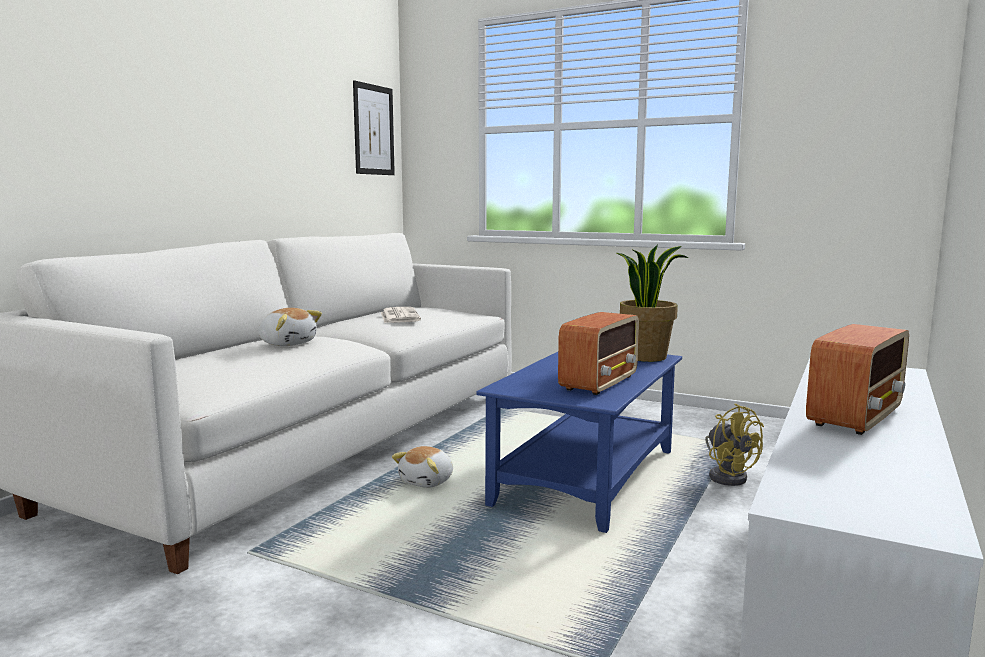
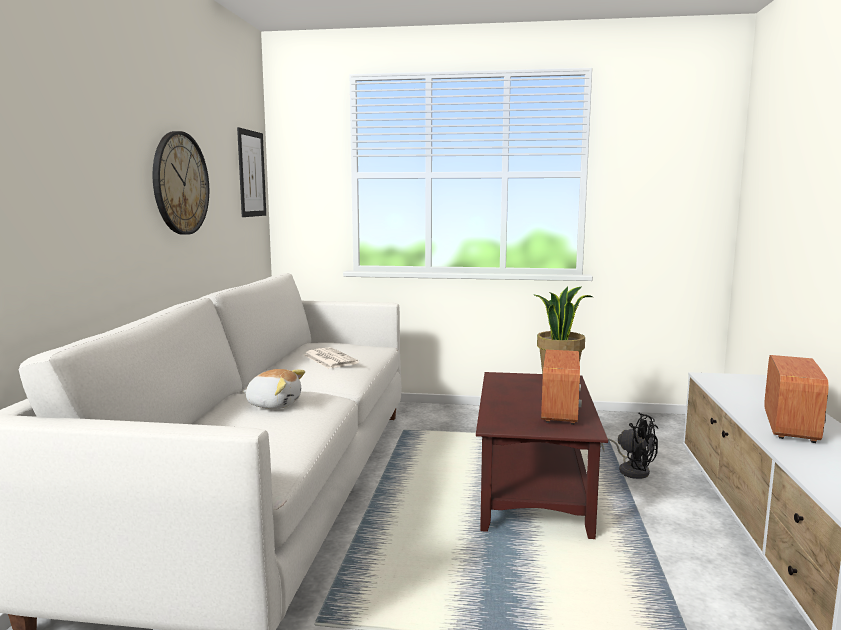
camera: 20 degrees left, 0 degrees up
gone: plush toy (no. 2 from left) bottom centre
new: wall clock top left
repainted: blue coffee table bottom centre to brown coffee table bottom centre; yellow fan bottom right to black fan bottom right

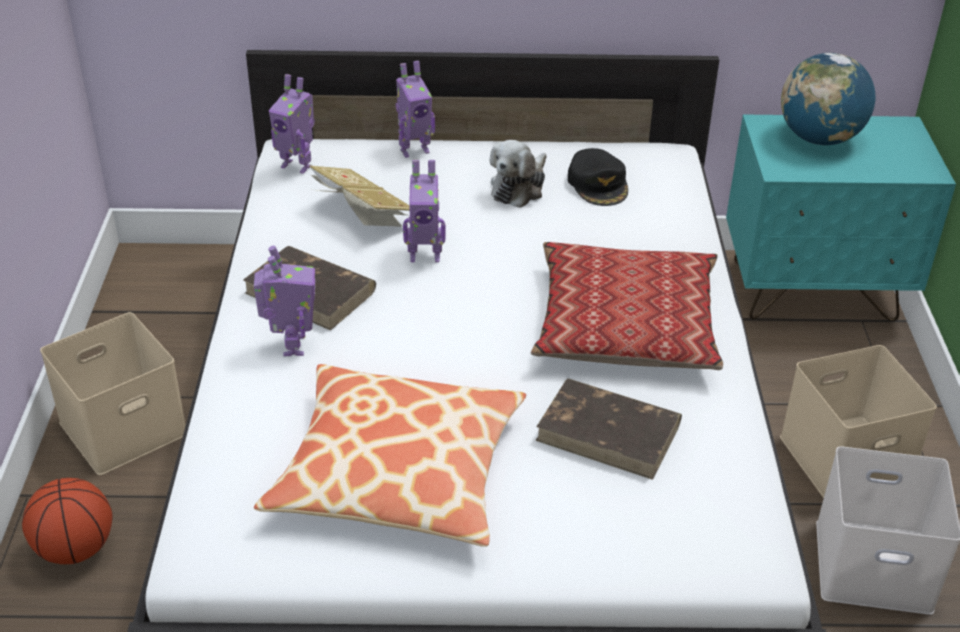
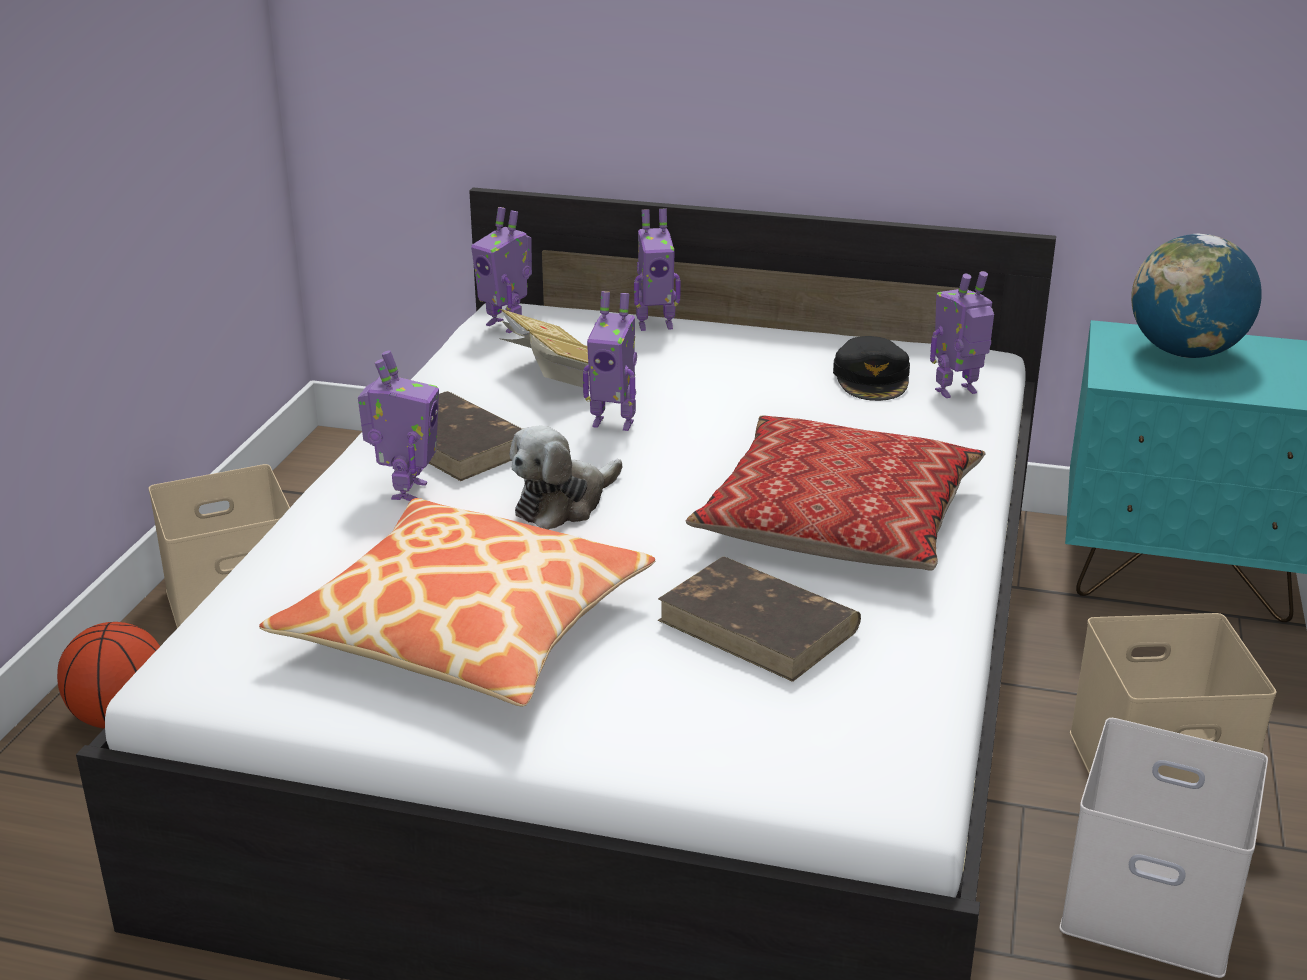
camera: 15 degrees right, 10 degrees down
new: toy robot (no. 5 from left) middle right
shifted: plush toy top centre to centre

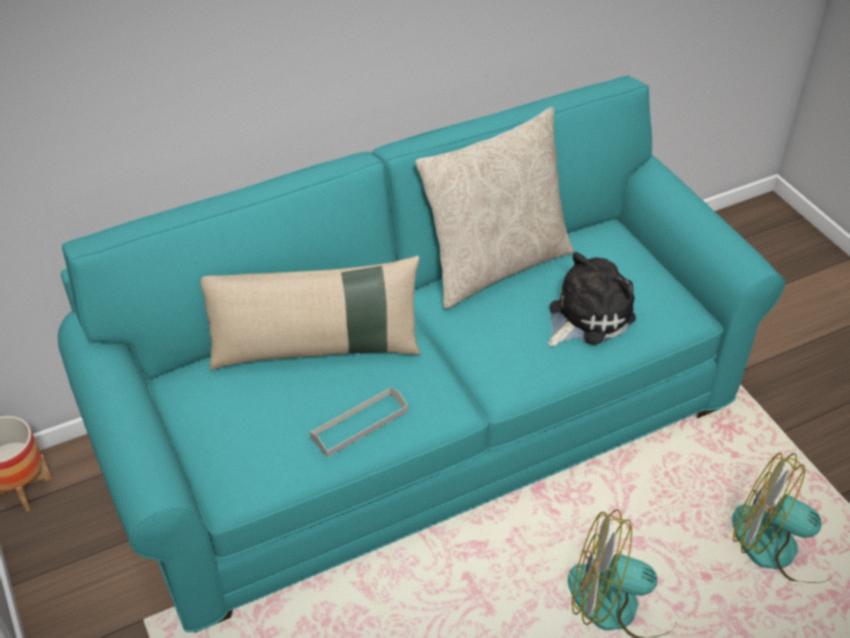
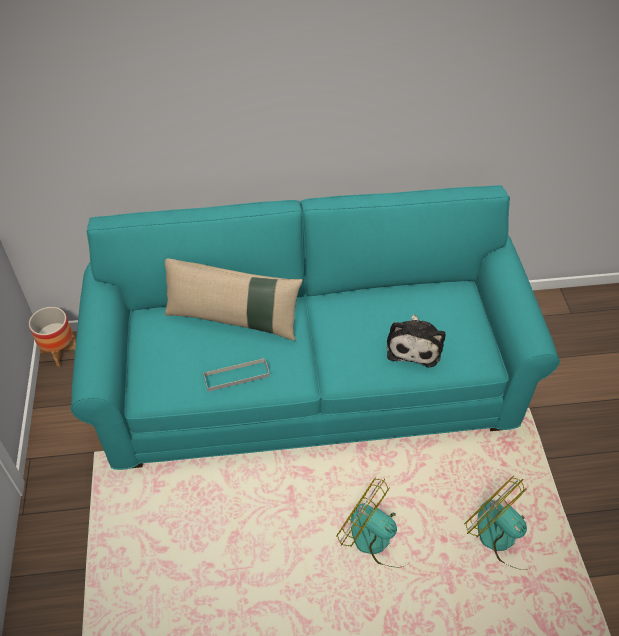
camera: 20 degrees right, 5 degrees up
gone: beige pillow (no. 2 from left) top centre
rotated: plush toy middle right = middle right 120 degrees clockwise

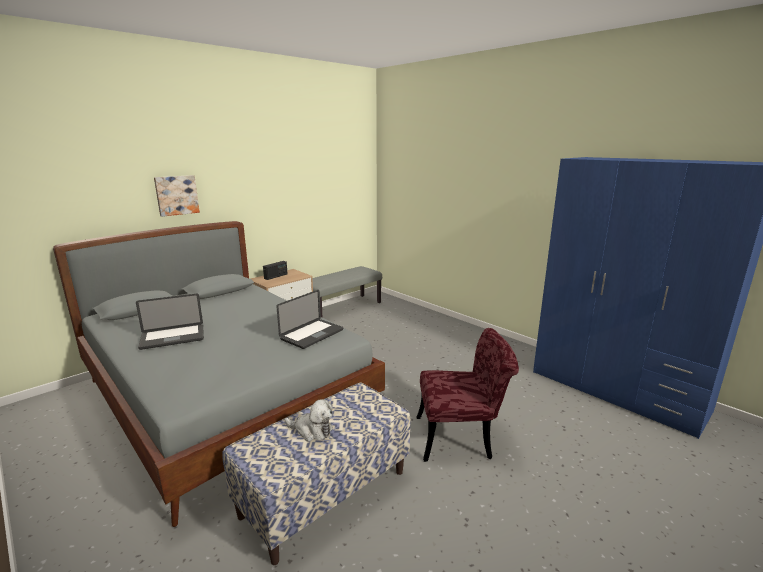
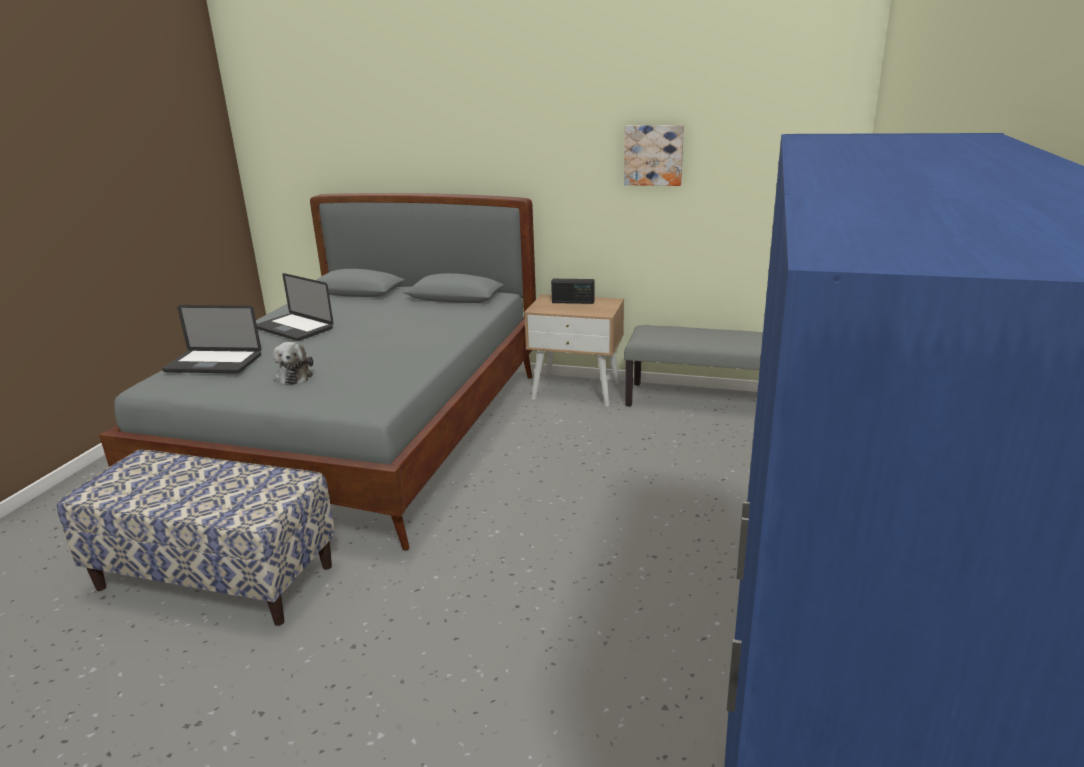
camera: 60 degrees right, 5 degrees up
gone: red chair bottom centre
shifted: picture middle left to top centre; laptop (no. 2 from left in the first image) centre to laptop (no. 1 from left) middle left; plush toy bottom centre to middle left

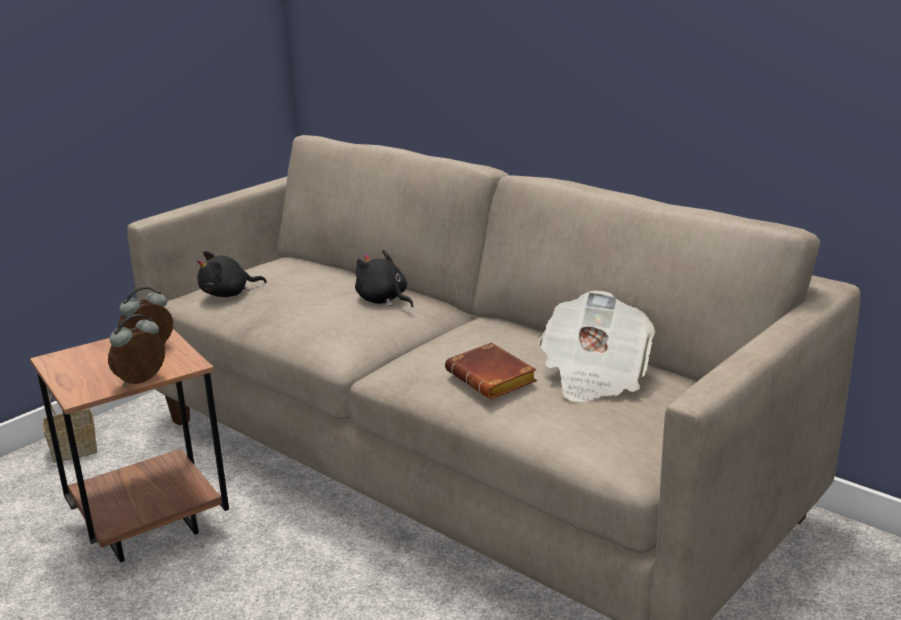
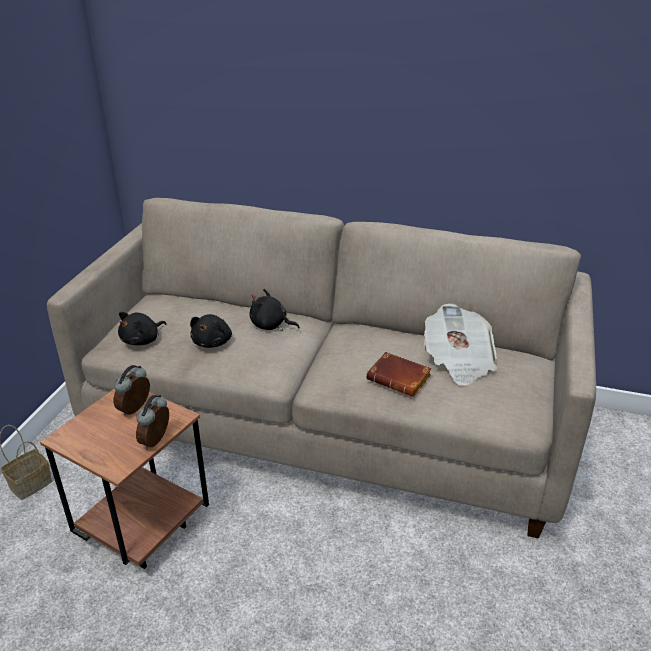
camera: 25 degrees left, 10 degrees up
new: black plush toy (no. 2 from left) middle left

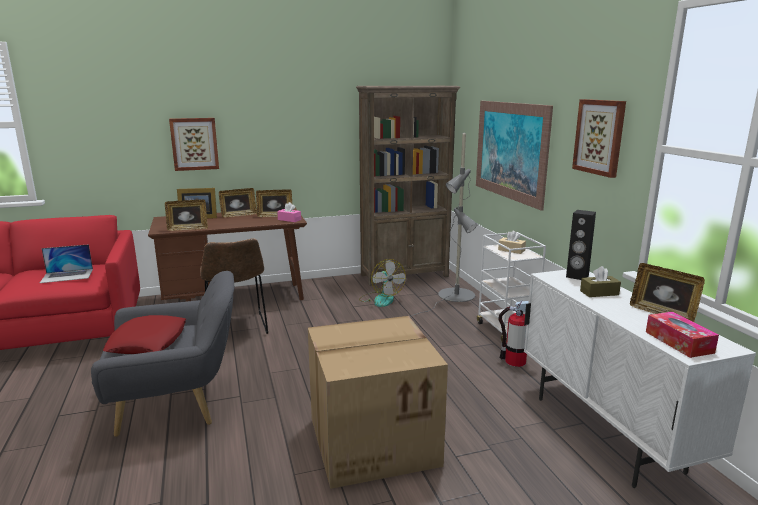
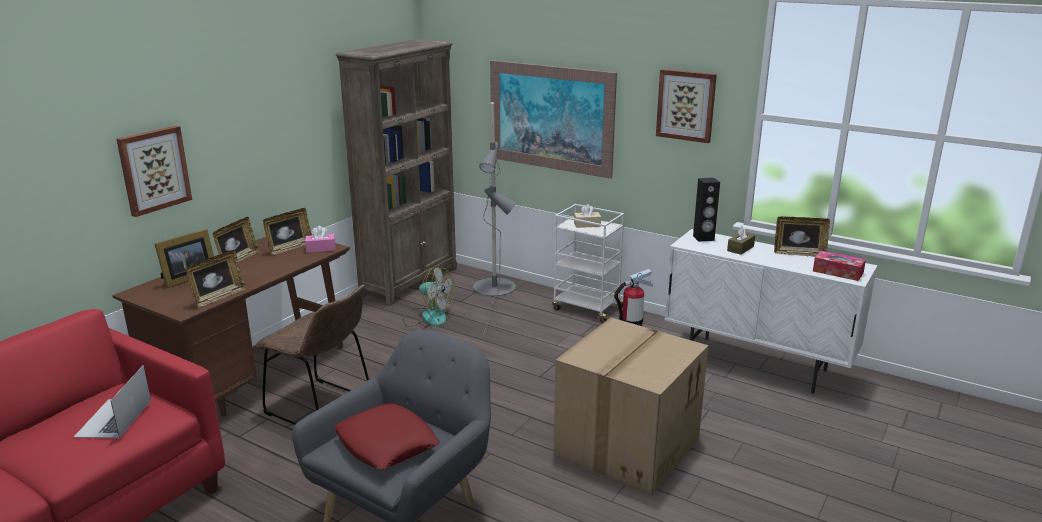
camera: 40 degrees left, 5 degrees up
rotated: laptop middle left = bottom left 150 degrees clockwise

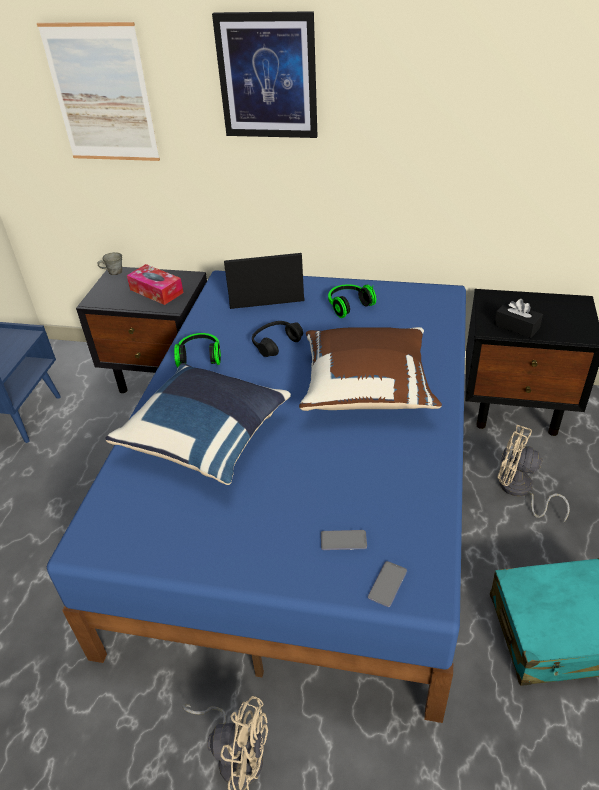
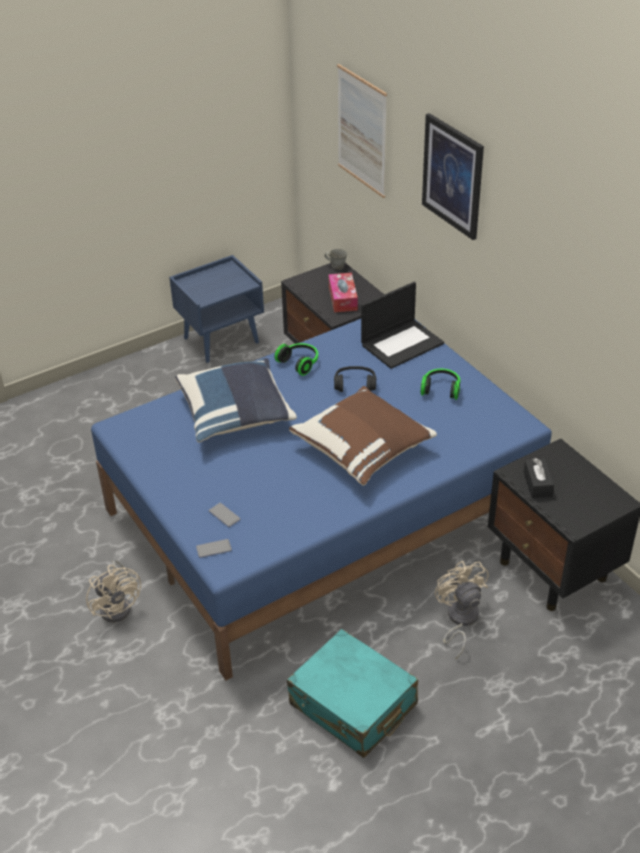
camera: 45 degrees right, 0 degrees up
rotated: laptop centre = centre 105 degrees clockwise

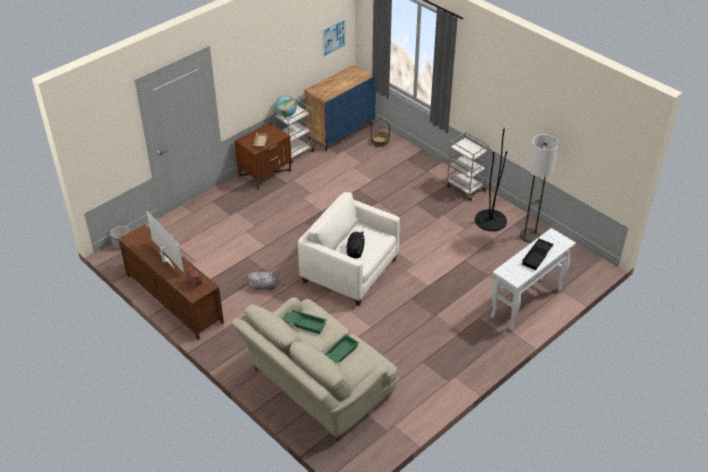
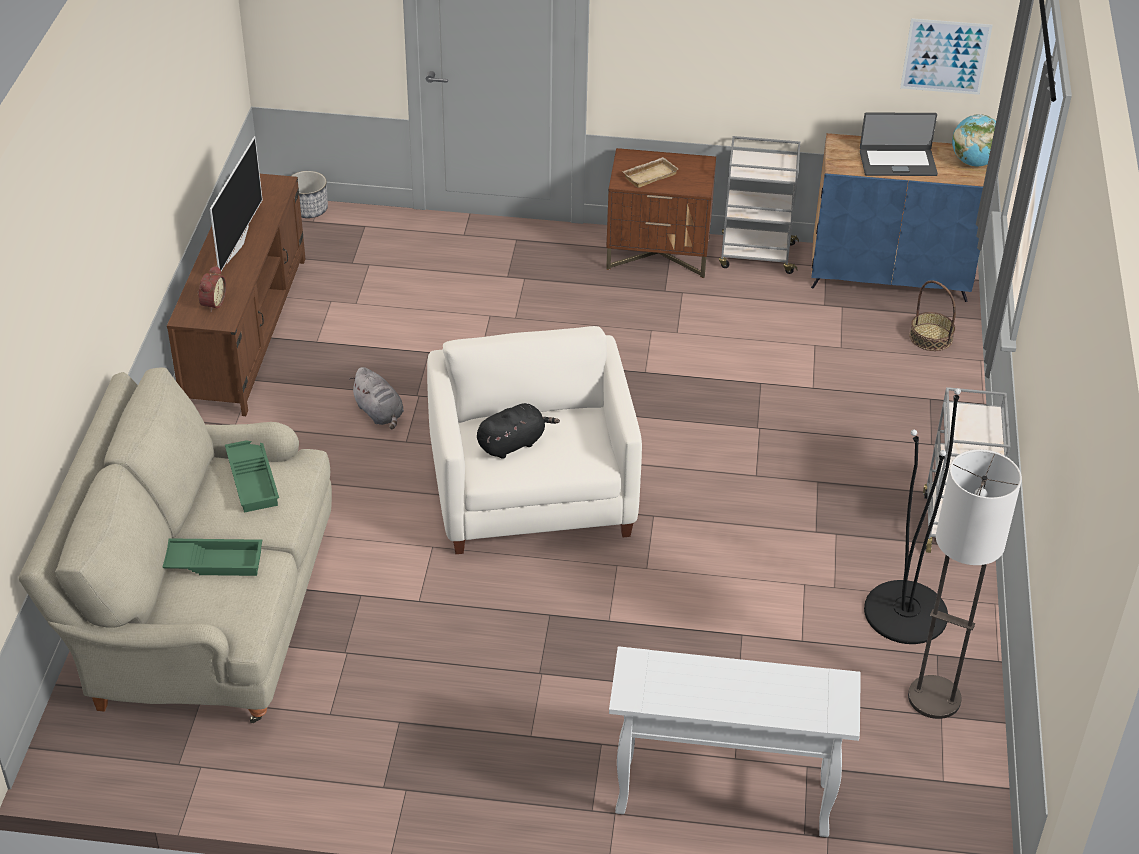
camera: 50 degrees right, 0 degrees up
gone: black tray middle right
new: laptop top right
shifted: globe top centre to top right

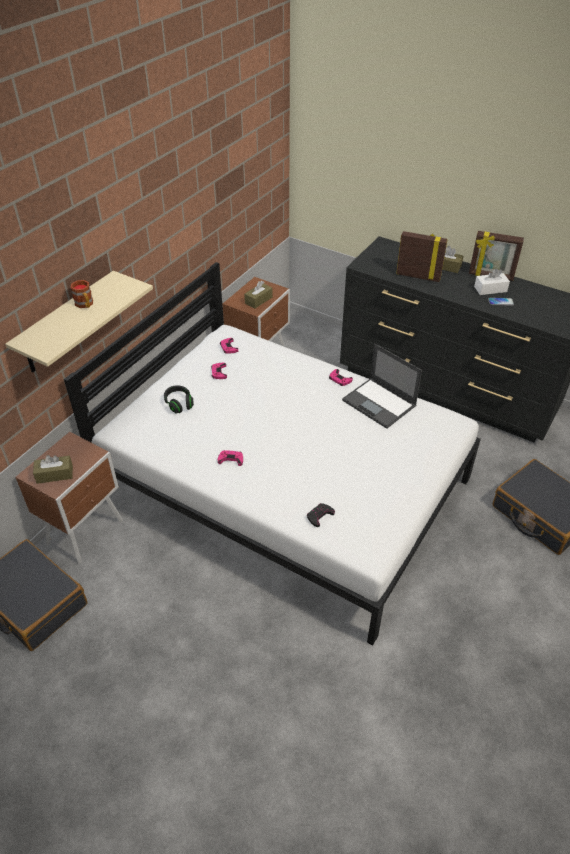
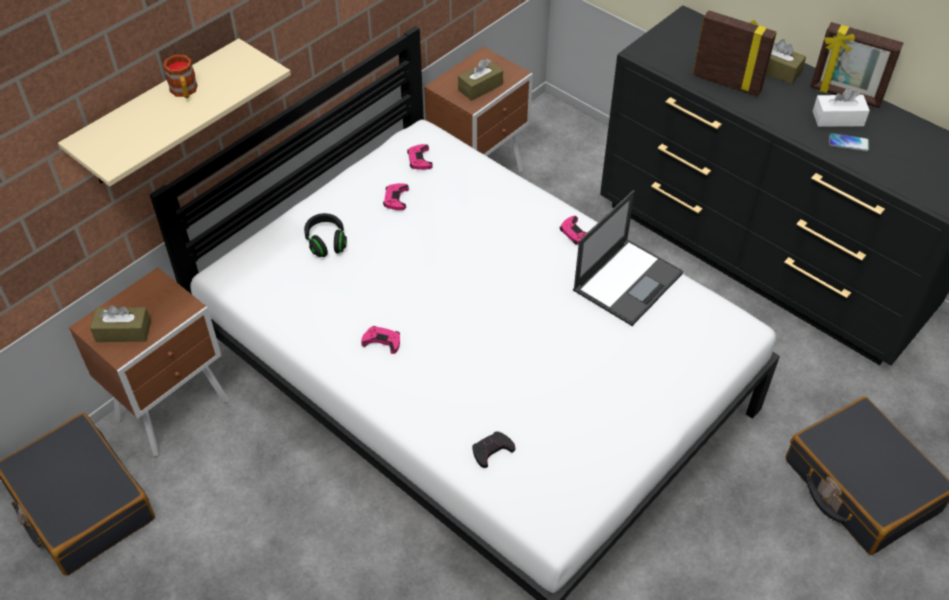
camera: 10 degrees right, 5 degrees up
rotated: laptop middle right = centre 105 degrees counterclockwise

